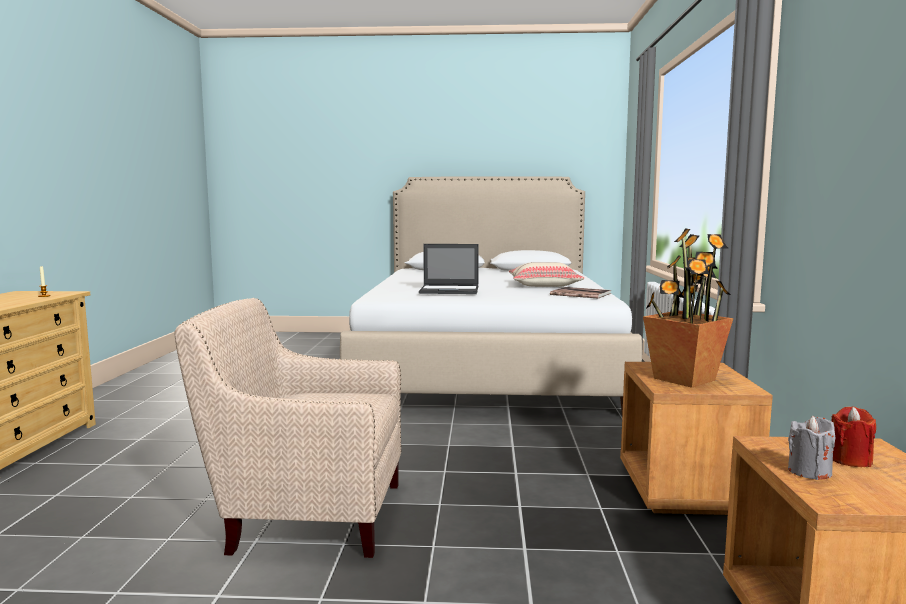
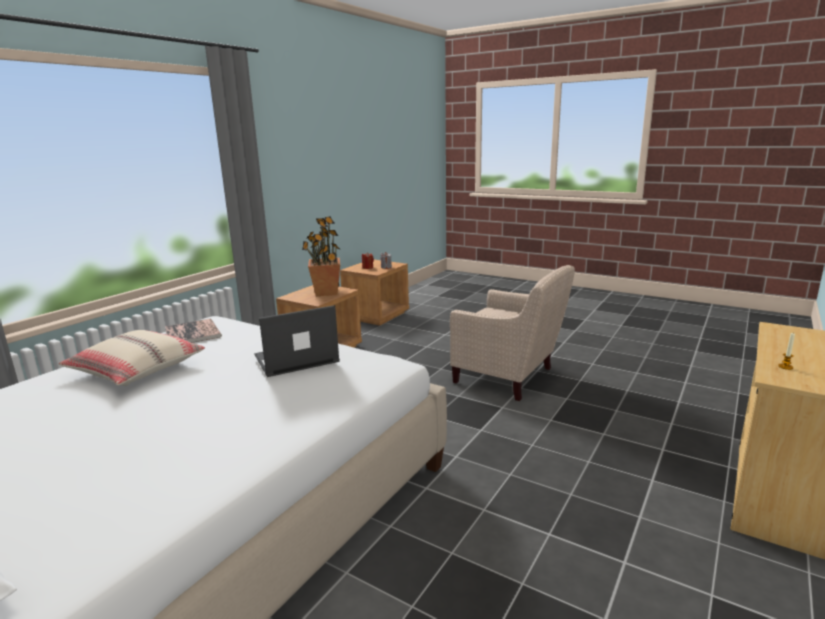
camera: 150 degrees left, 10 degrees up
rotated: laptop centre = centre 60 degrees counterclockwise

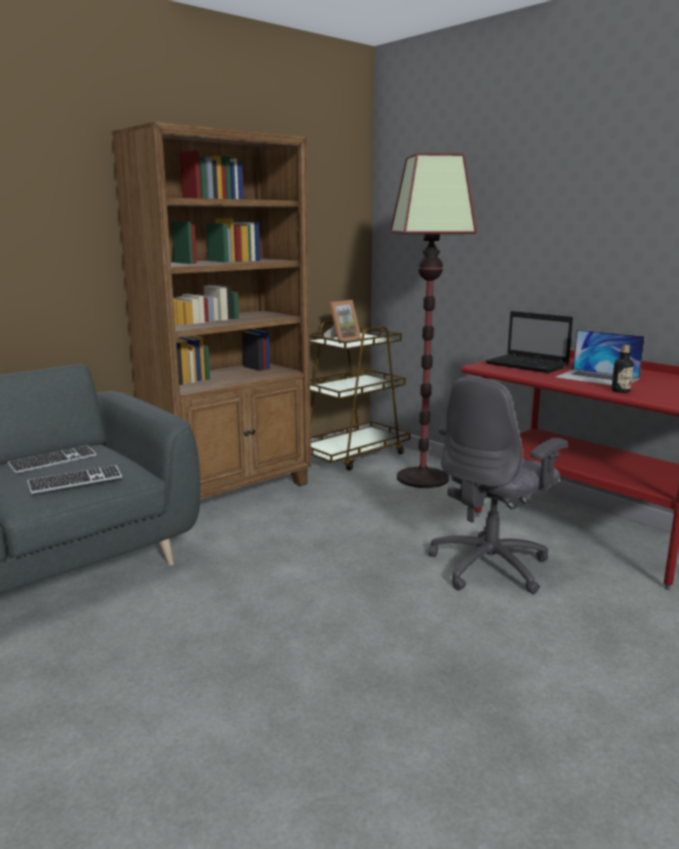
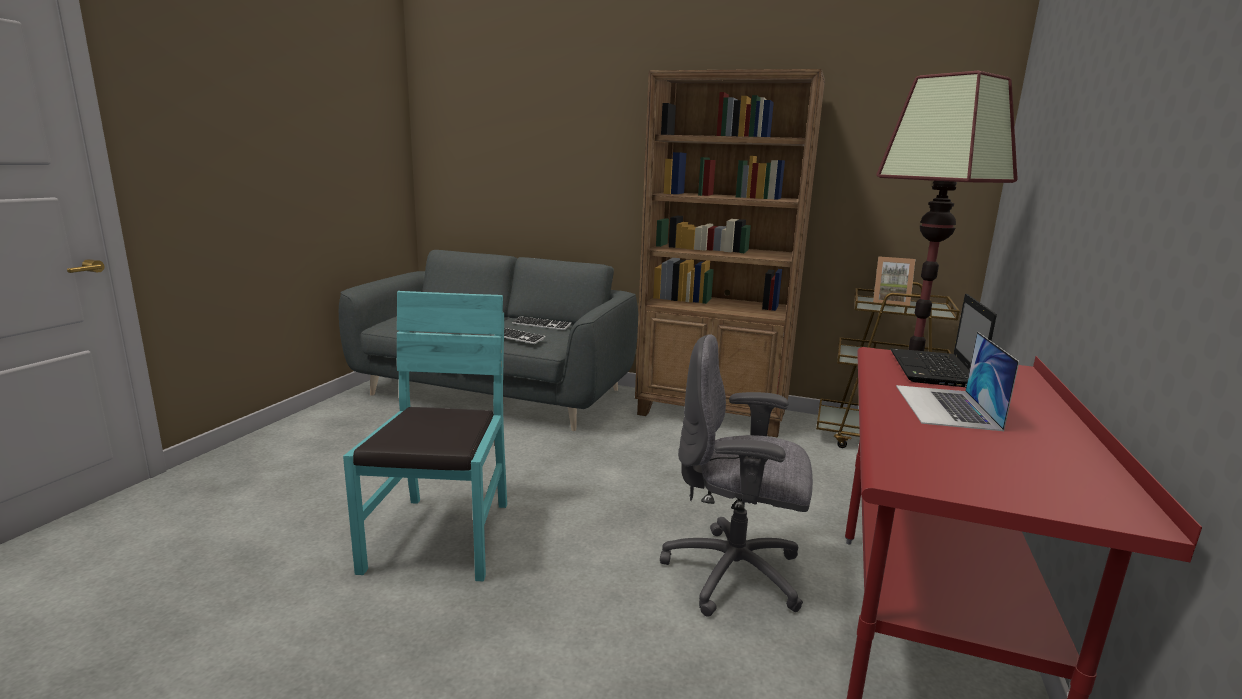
camera: 60 degrees right, 0 degrees up
gone: bottle middle right
new: turquoise chair centre

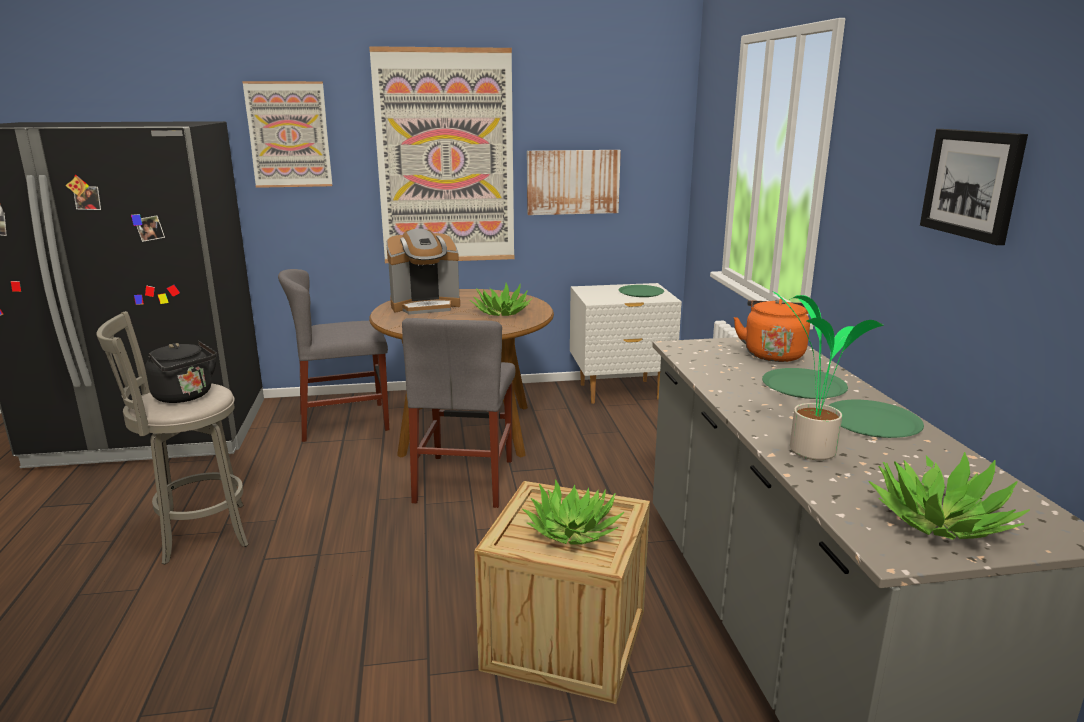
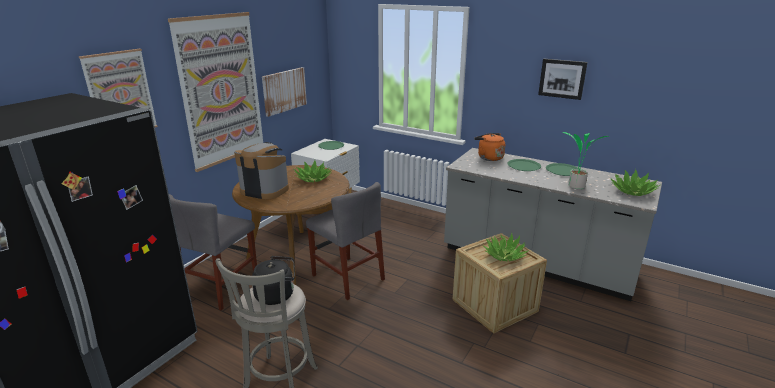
camera: 50 degrees left, 5 degrees up
rotated: coffee machine centre = centre 90 degrees counterclockwise

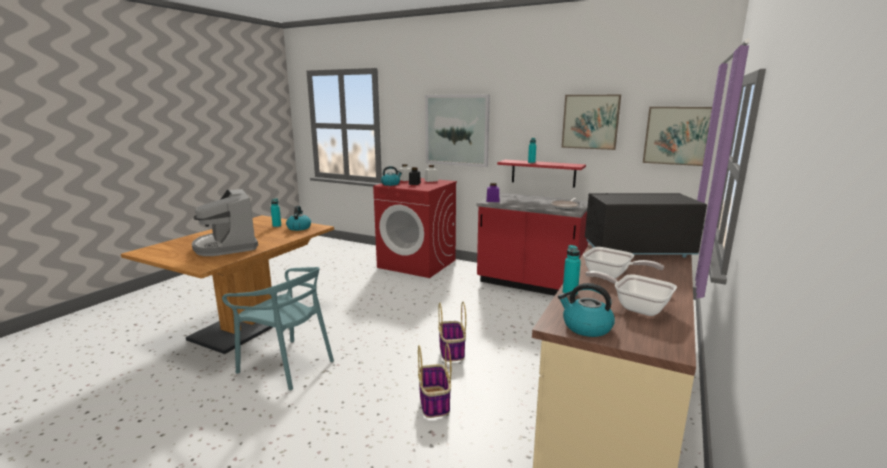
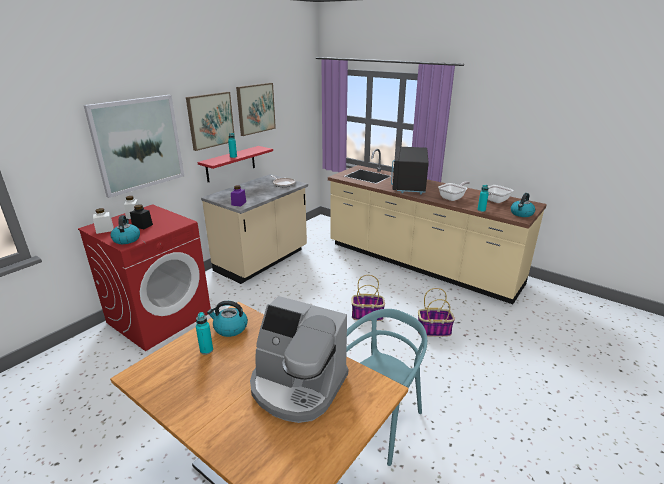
camera: 80 degrees left, 10 degrees up
shifted: picture (no. 3 from left in the first image) top right to picture (no. 2 from left) top left
repainted: red counter centre to beige counter (no. 1 from left) centre
rotated: coffee machine middle left = bottom centre 45 degrees clockwise

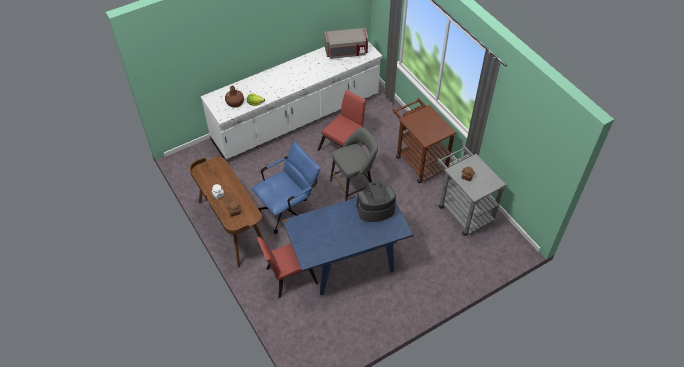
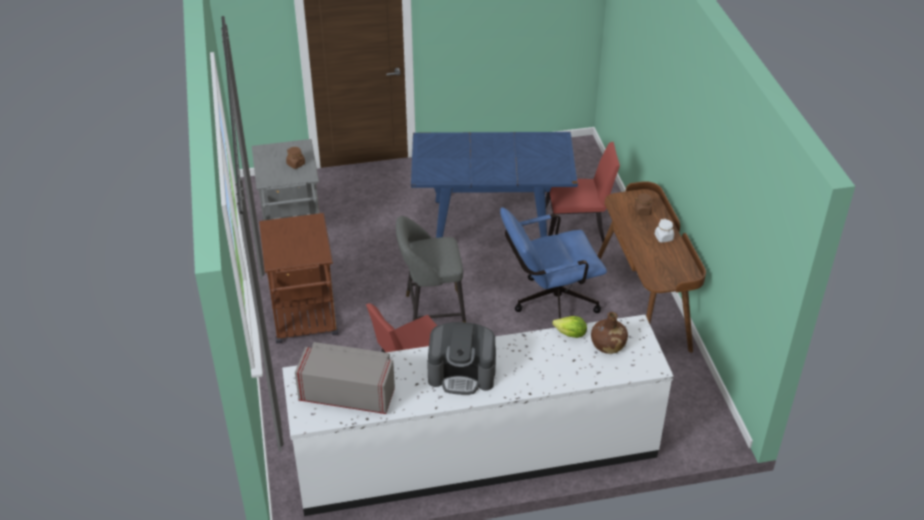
camera: 160 degrees left, 10 degrees down
shifted: coffee machine centre to bottom centre

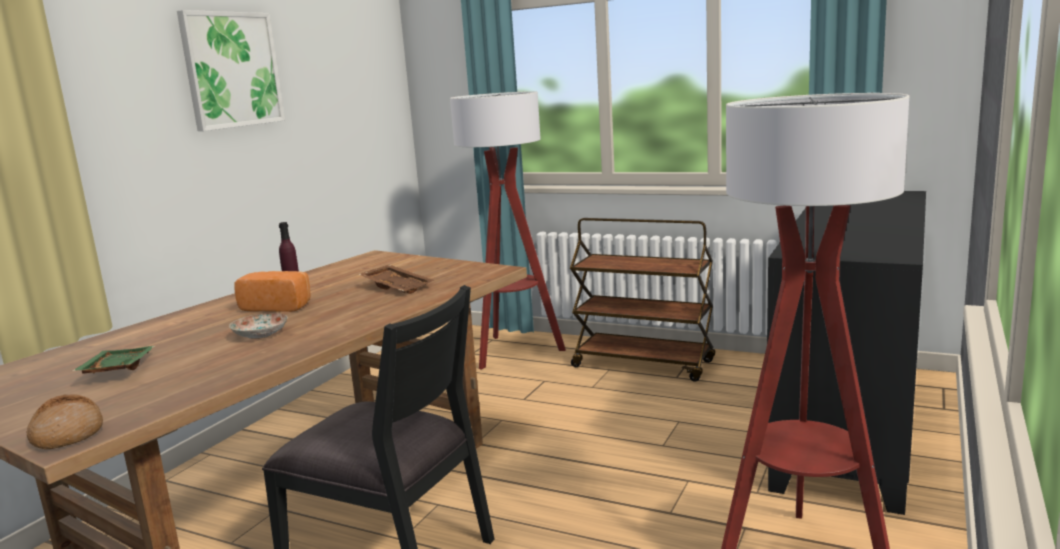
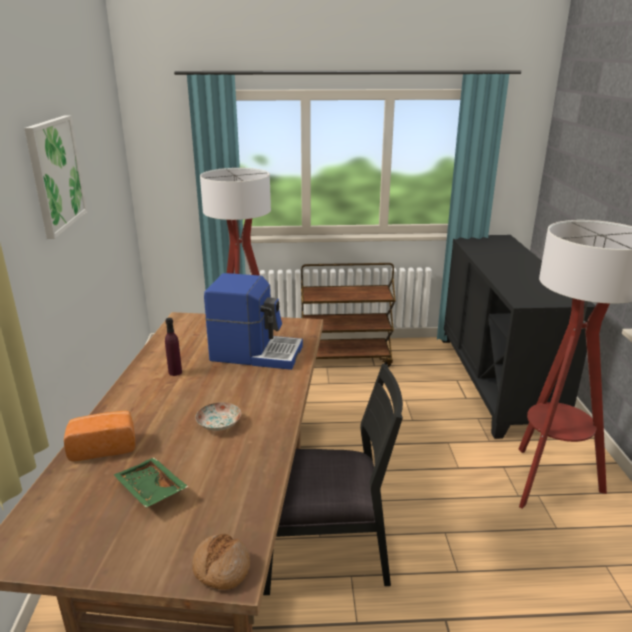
camera: 30 degrees left, 10 degrees up
shifted: bread (no. 2 from left in the first image) middle left to bread (no. 1 from left) bottom left
swapped: brown tray centre to coffee machine centre

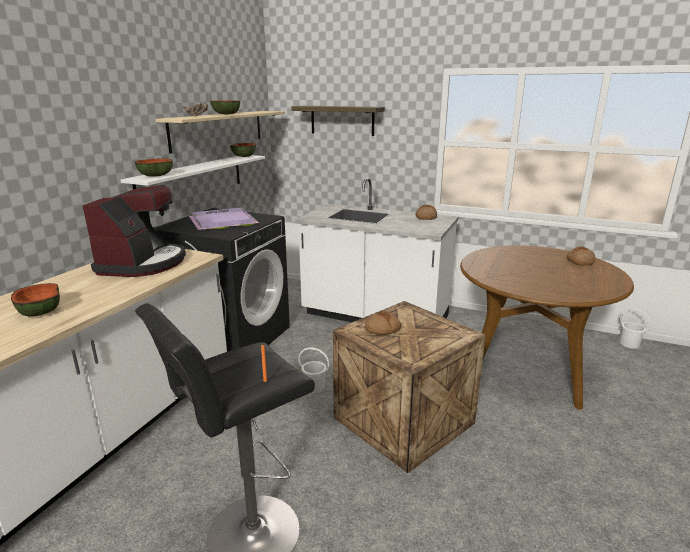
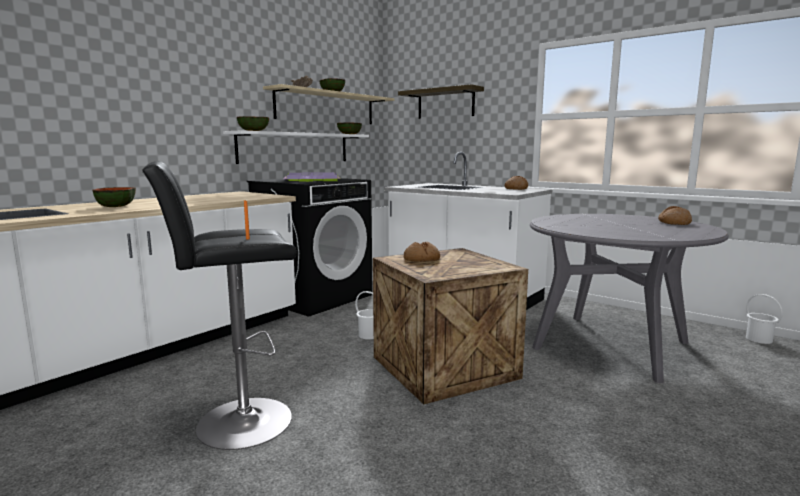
camera: 15 degrees right, 10 degrees down
gone: coffee machine middle left
repainted: brown dining table middle right to grey dining table middle right

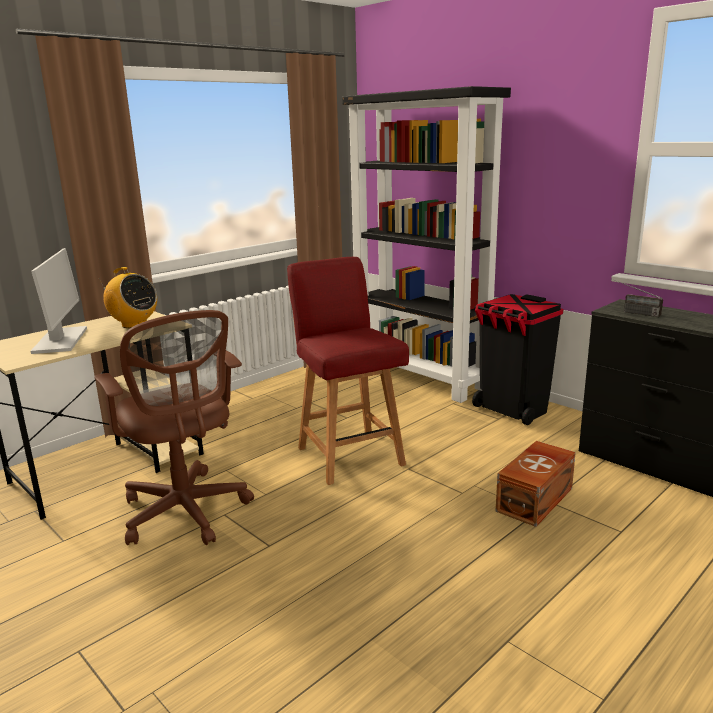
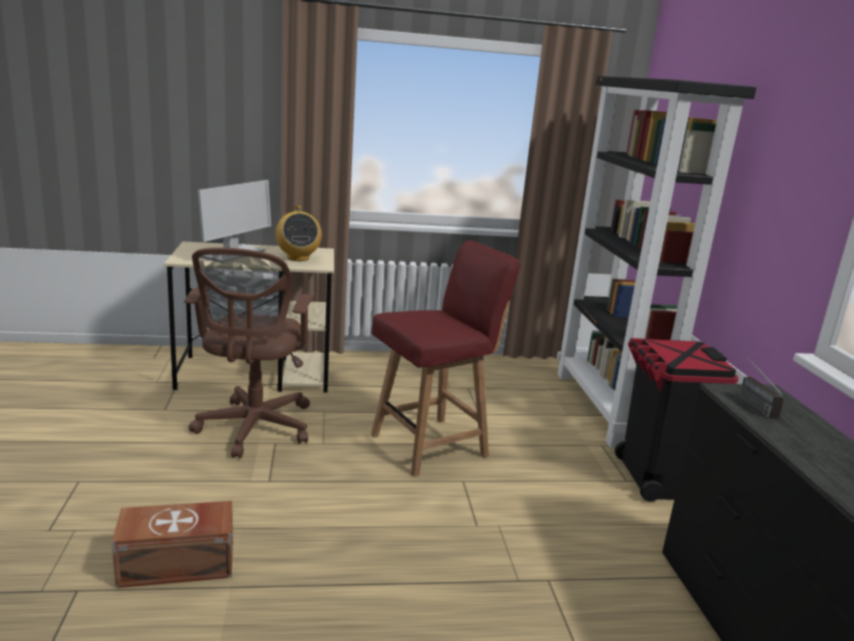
camera: 35 degrees right, 0 degrees up
shifted: brown storage box bottom right to bottom left
rotated: red chair centre = centre 45 degrees clockwise

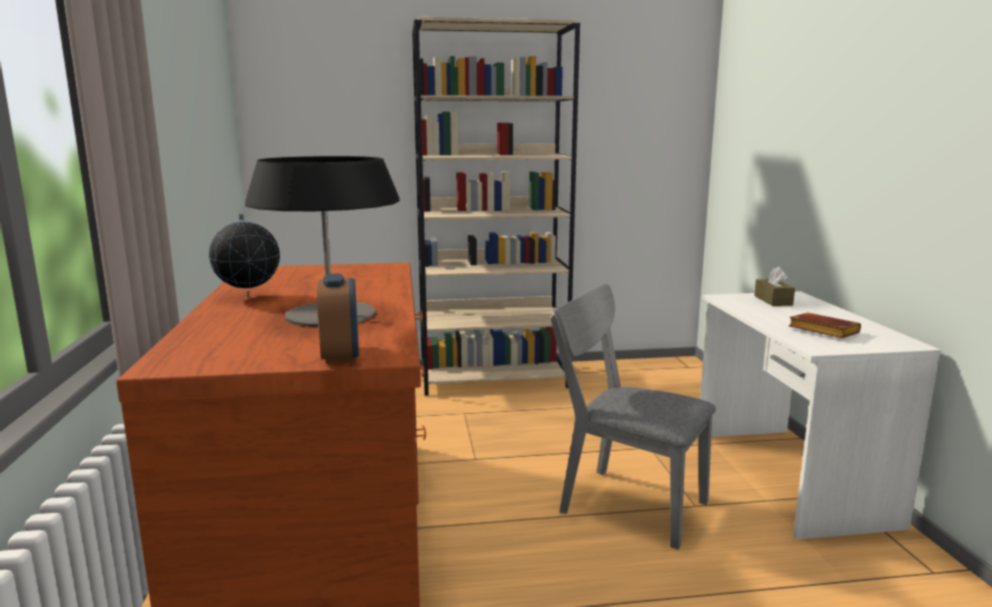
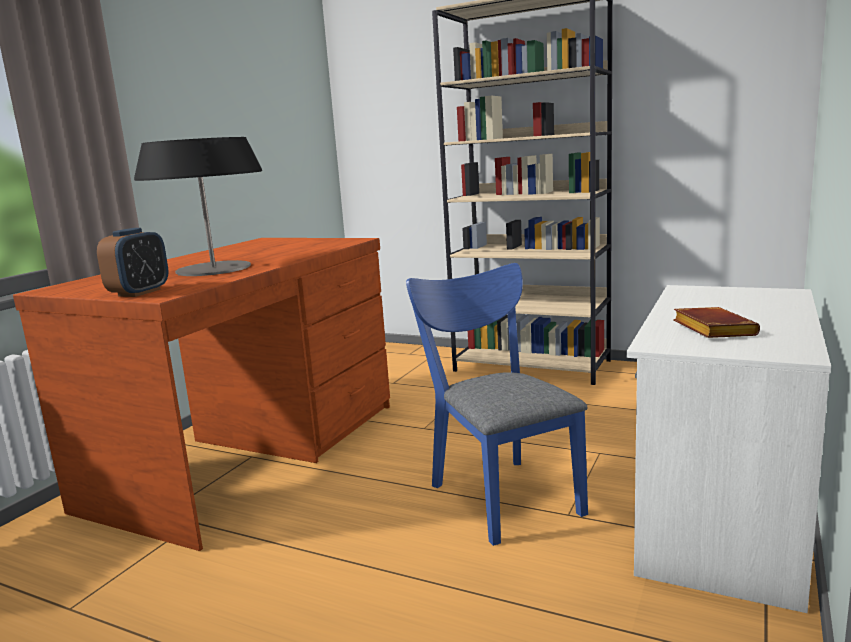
camera: 35 degrees right, 0 degrees up
gone: globe middle left; brown tissue box middle right
repainted: grey chair bottom centre to blue chair centre

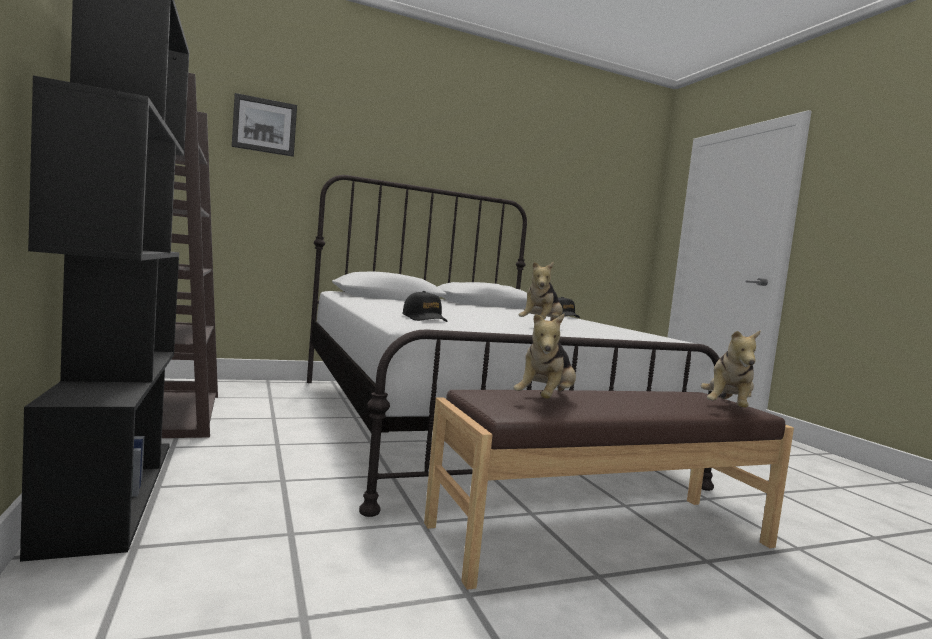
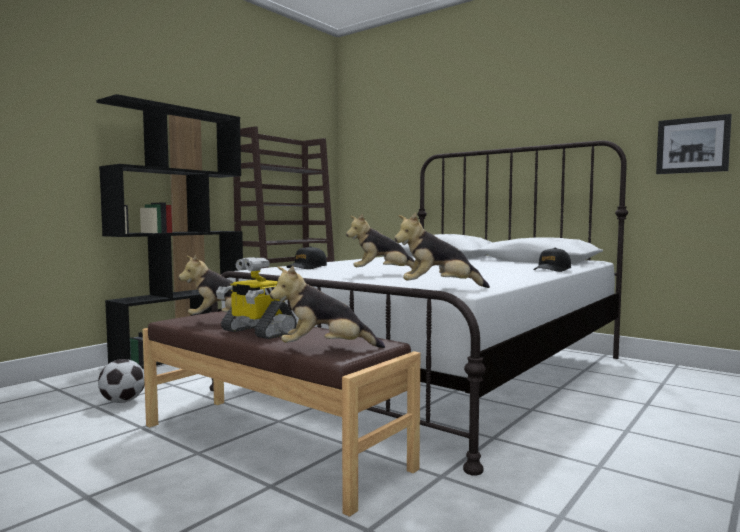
camera: 60 degrees right, 0 degrees up
new: plush toy (no. 4 from left) centre; toy robot centre; football bottom left
shifted: picture top left to top right

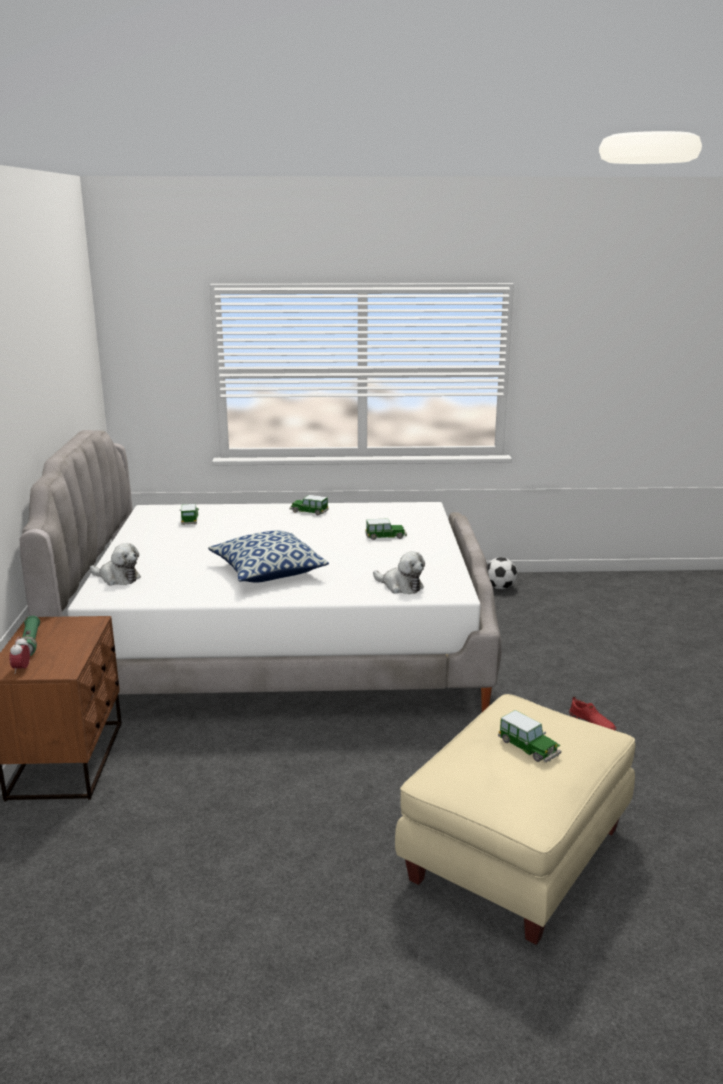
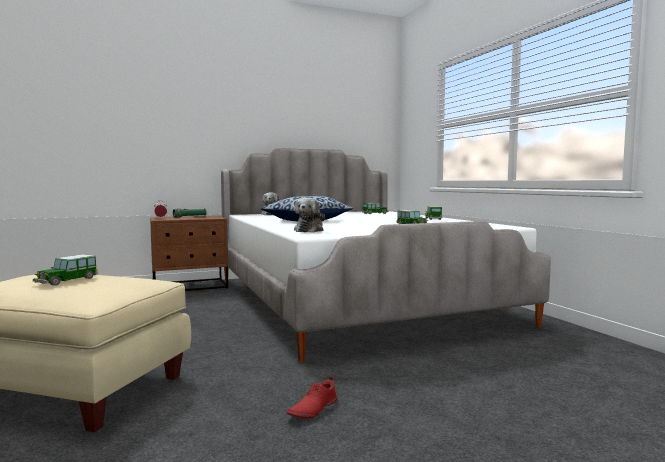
camera: 70 degrees right, 15 degrees down
gone: football middle right

